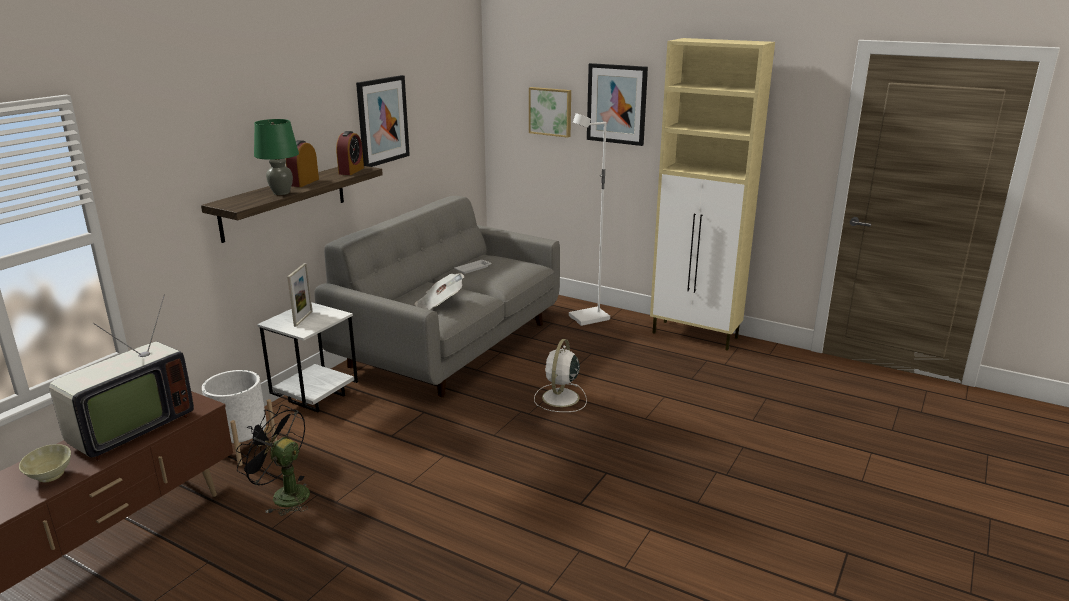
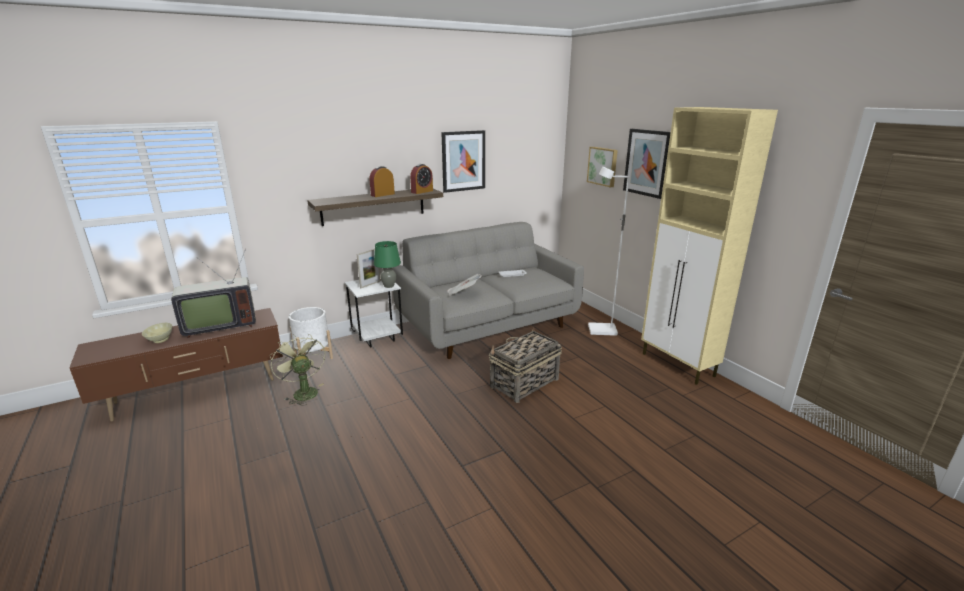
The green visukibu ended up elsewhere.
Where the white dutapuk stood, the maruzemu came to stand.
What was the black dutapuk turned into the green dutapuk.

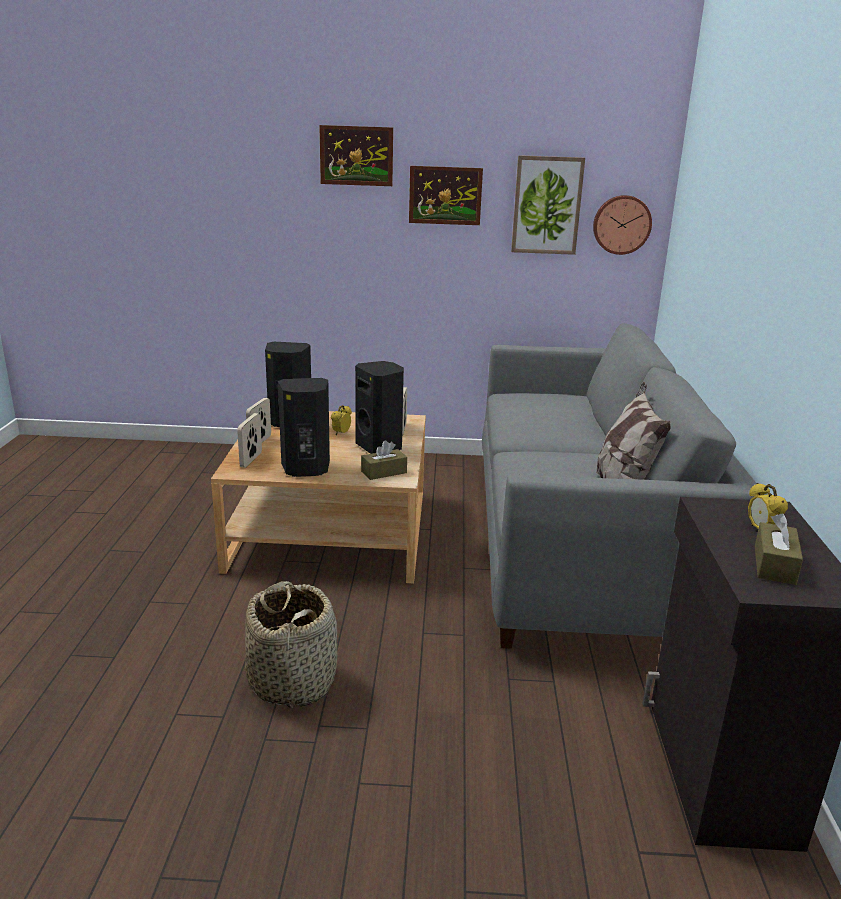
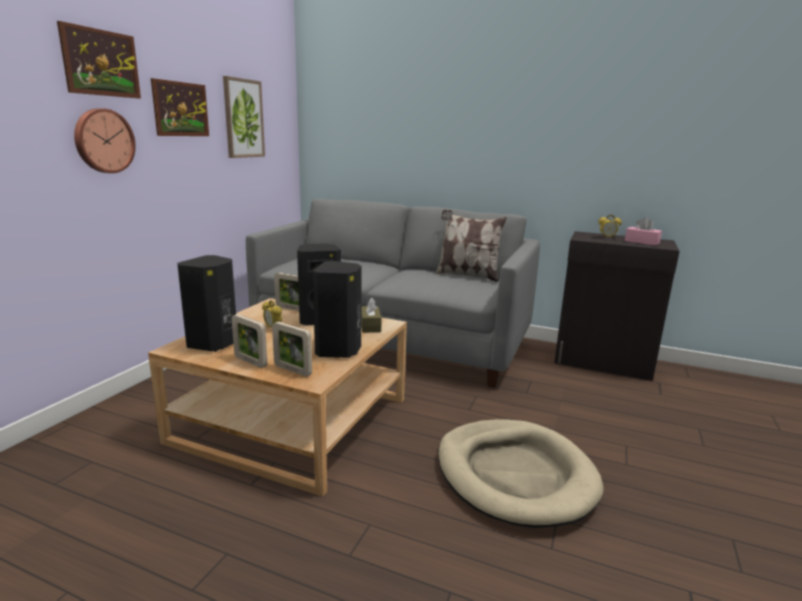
The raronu ended up elsewhere.
What was the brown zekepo (2nd from left) turned into the pink zekepo.
Where the maruzemu stood, the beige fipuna came to stand.

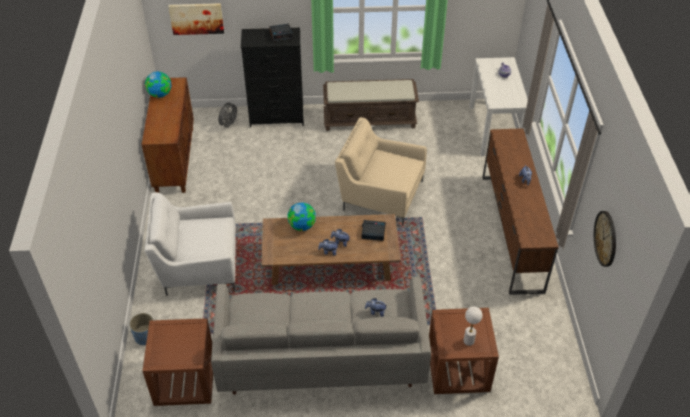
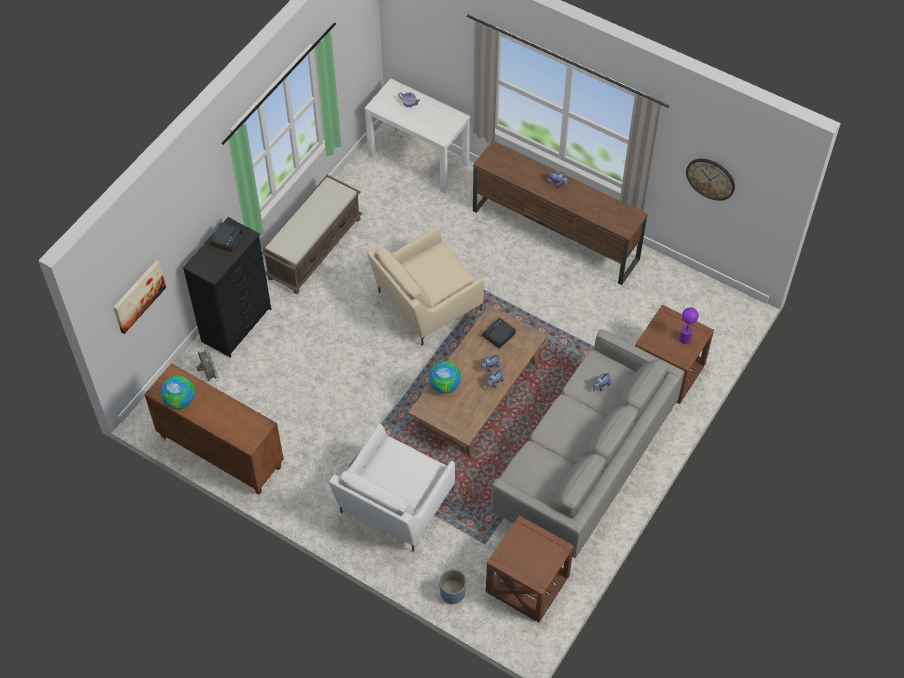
What was the white visukibu turned into the purple visukibu.

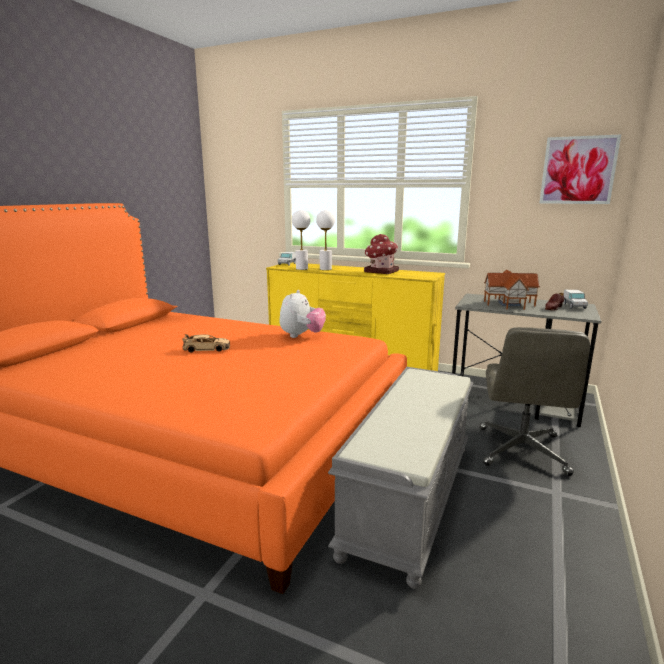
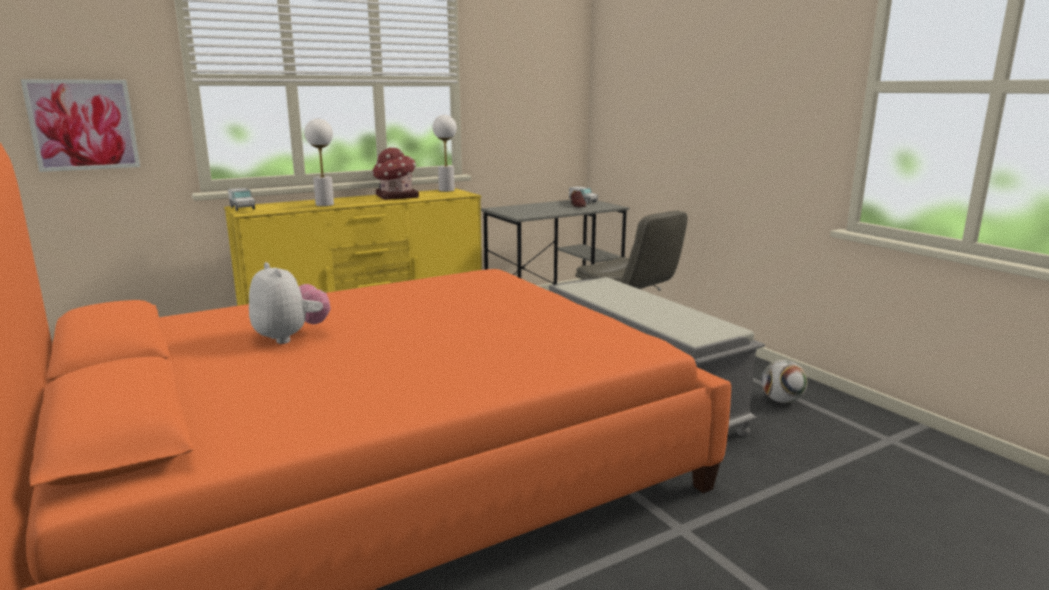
The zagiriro ended up elsewhere.
The white visukibu (1st from left in the first image) ended up elsewhere.
The second view lost the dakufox (2nd from left).
The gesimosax ended up elsewhere.
The second view lost the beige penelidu.
The second view gained the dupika.

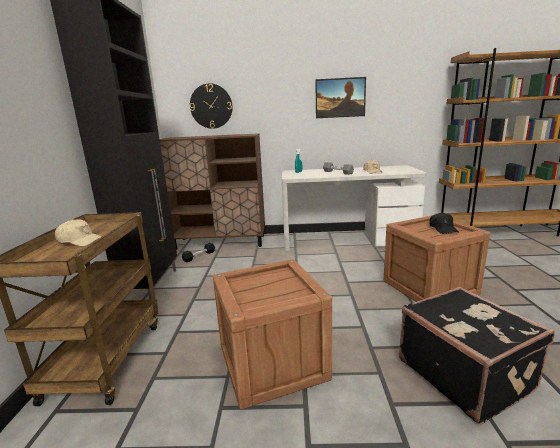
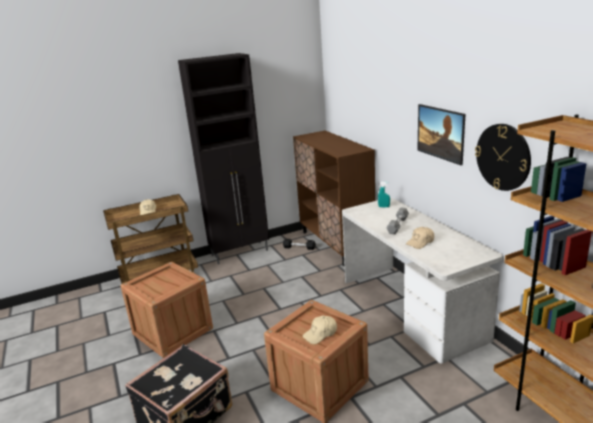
The raronu ended up elsewhere.
What was the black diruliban turned into the beige diruliban (2nd from left).

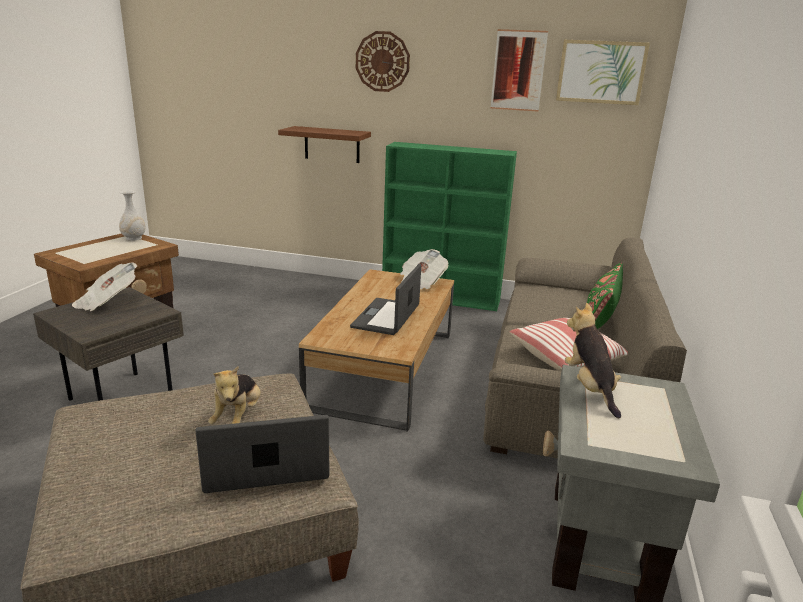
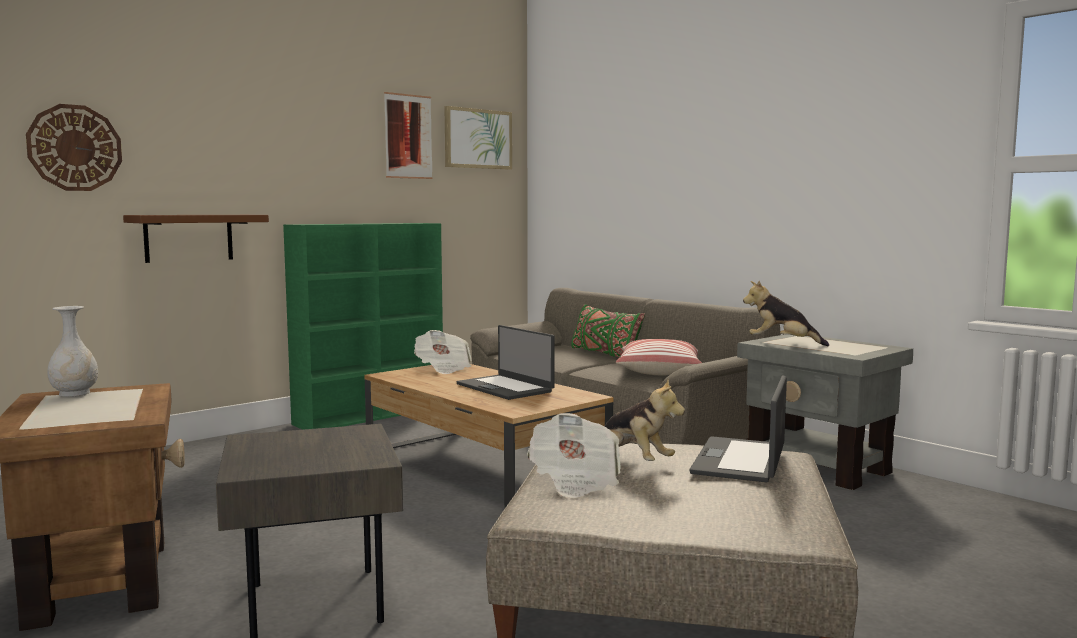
The raronu ended up elsewhere.
The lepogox (1st from left in the first image) ended up elsewhere.

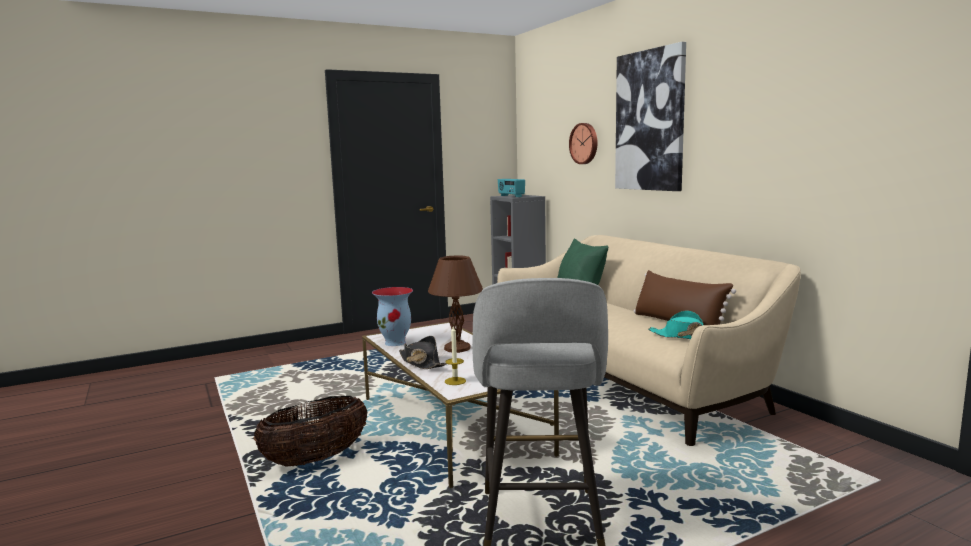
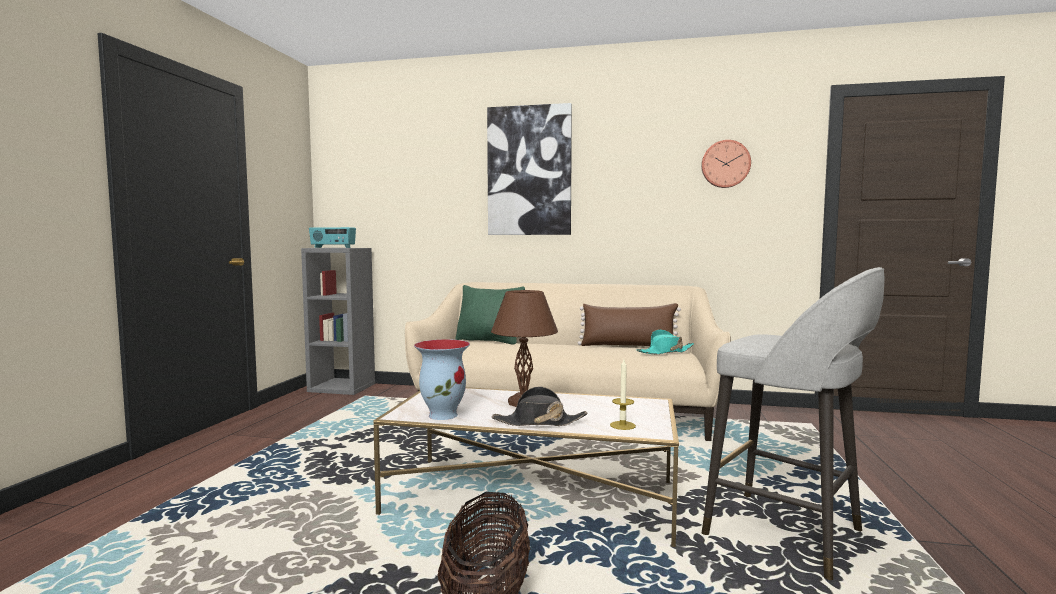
The raronu ended up elsewhere.

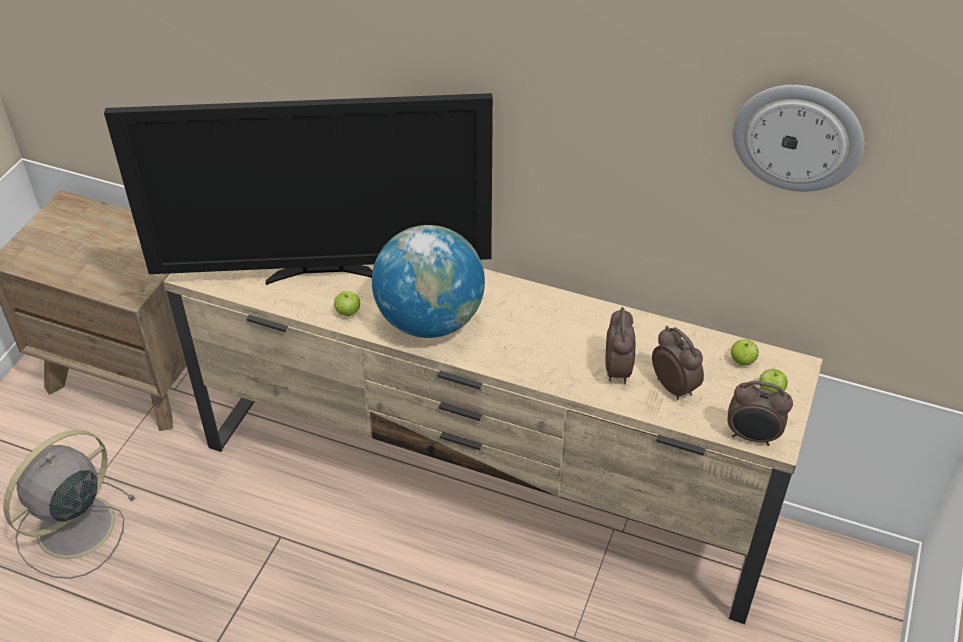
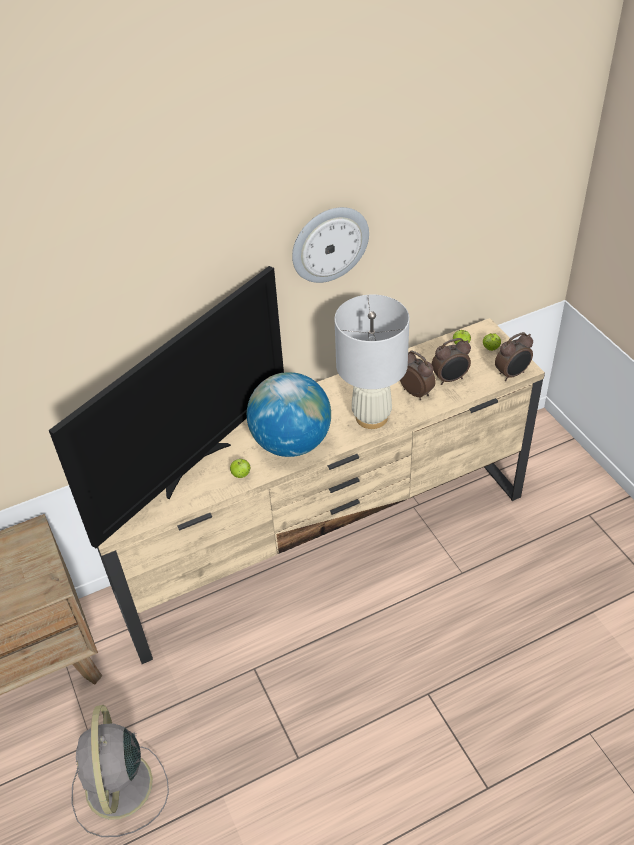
The raronu ended up elsewhere.
The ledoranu (2nd from left) ended up facing another way, 150 degrees clockwise from before.
The second view gained the white visukibu.

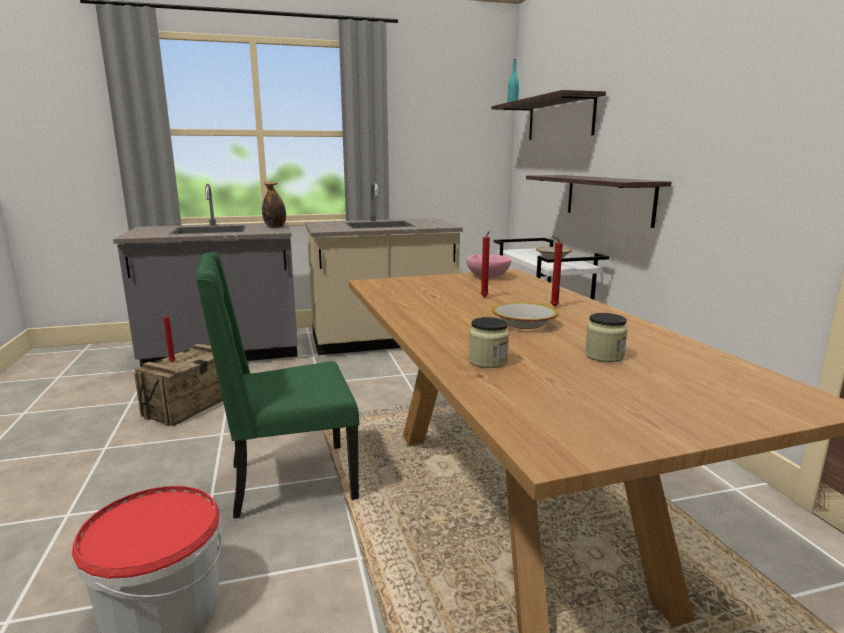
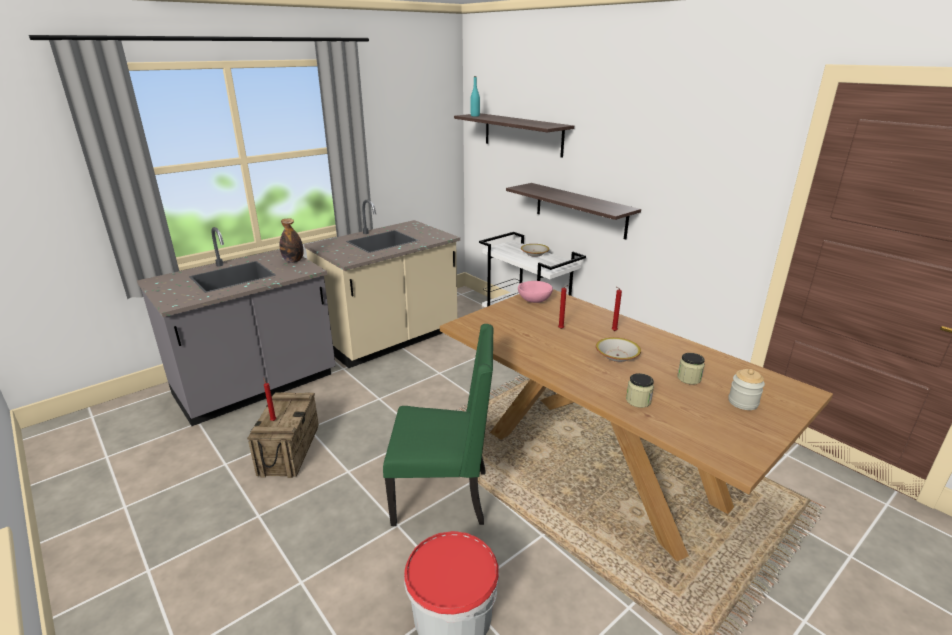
The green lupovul ended up facing another way, 135 degrees counterclockwise from before.
The second view gained the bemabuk (3rd from left).

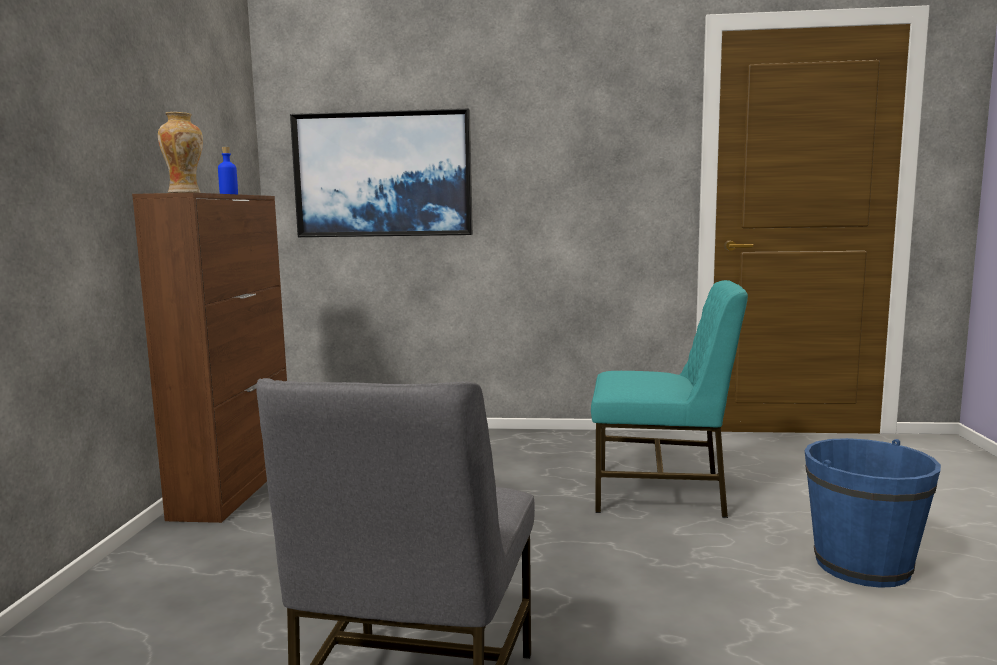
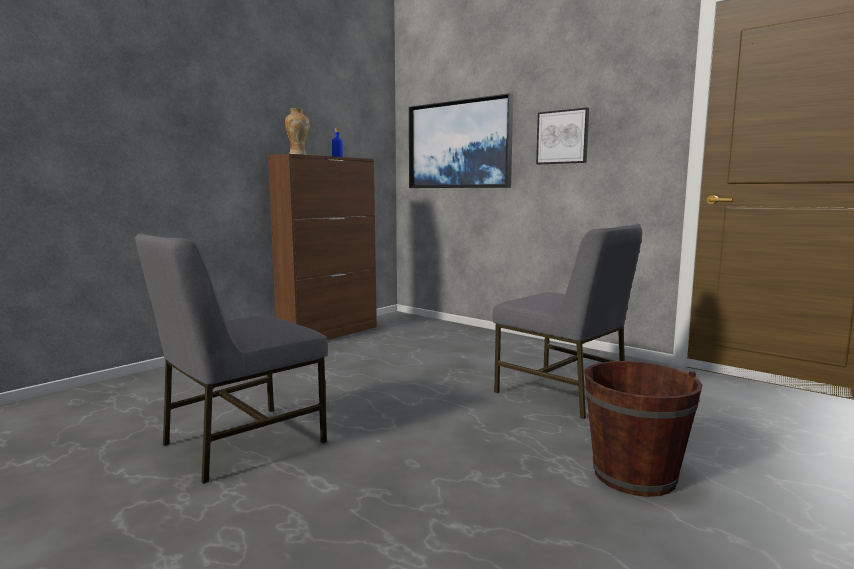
What was the turquoise lupovul turned into the grey lupovul (2nd from left).
What was the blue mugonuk turned into the brown mugonuk.
The second view gained the zagiriro (2nd from left).

